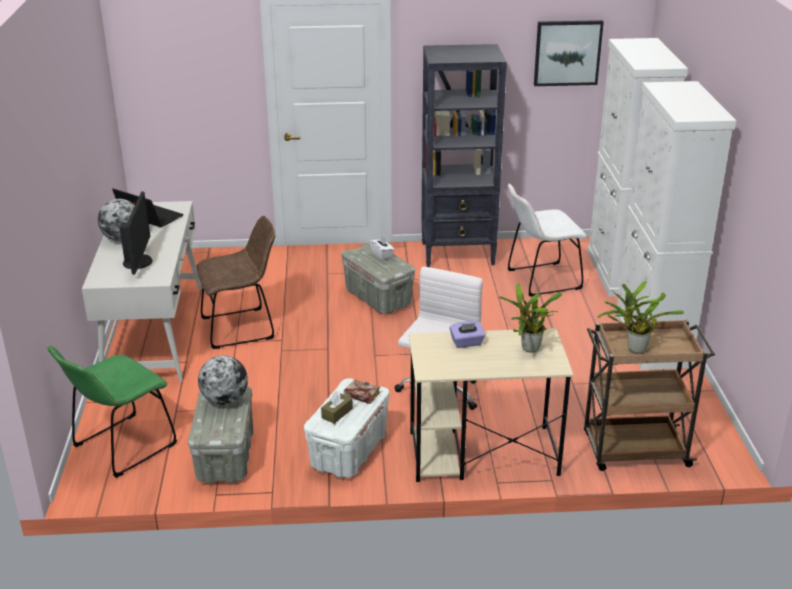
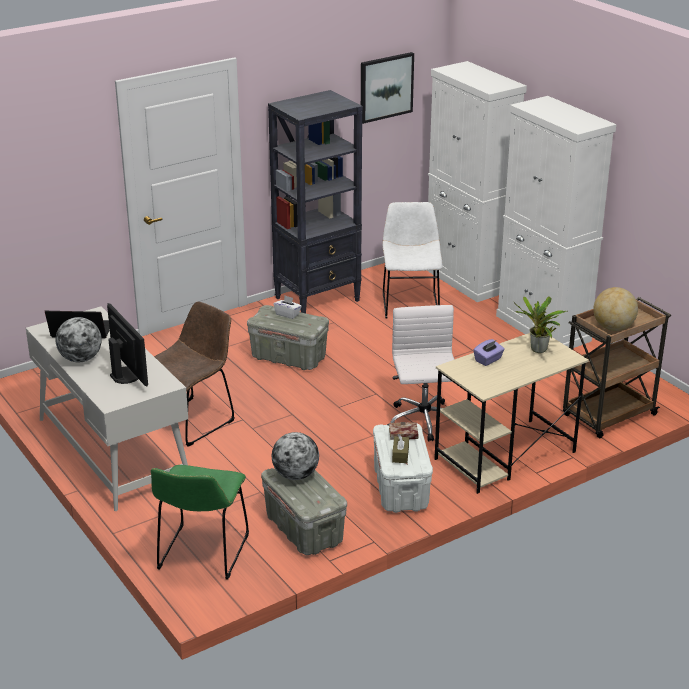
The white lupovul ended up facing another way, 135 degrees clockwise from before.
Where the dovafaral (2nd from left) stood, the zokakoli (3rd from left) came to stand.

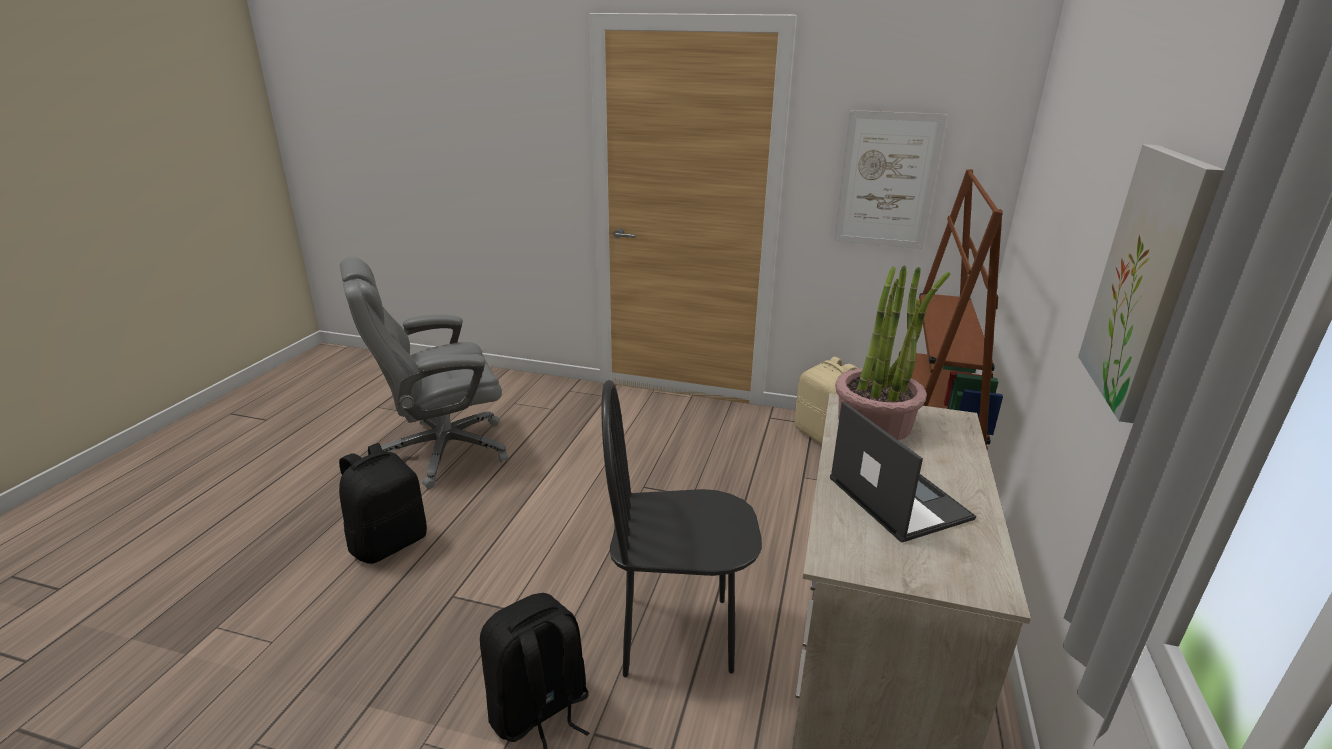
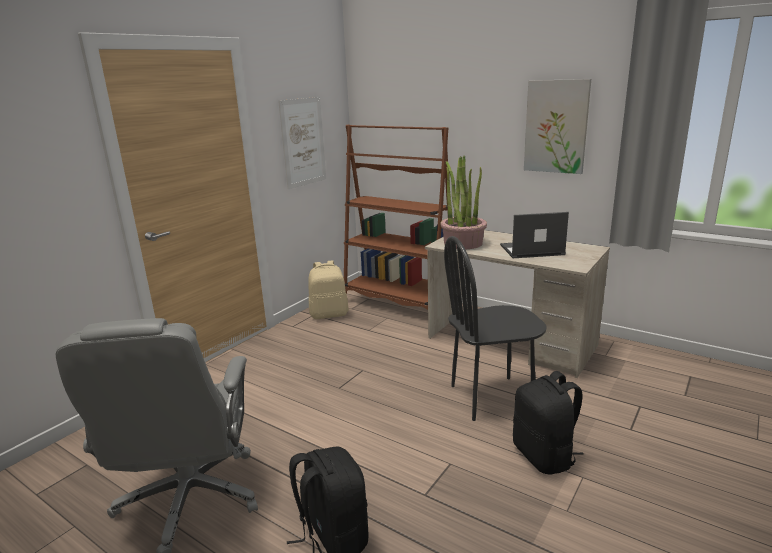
The black lupovul ended up facing another way, 60 degrees clockwise from before.

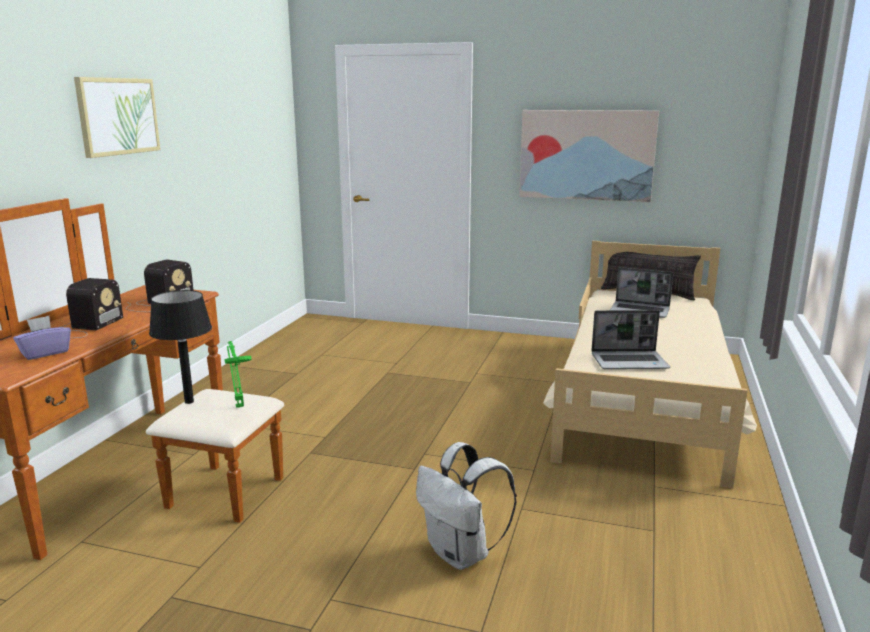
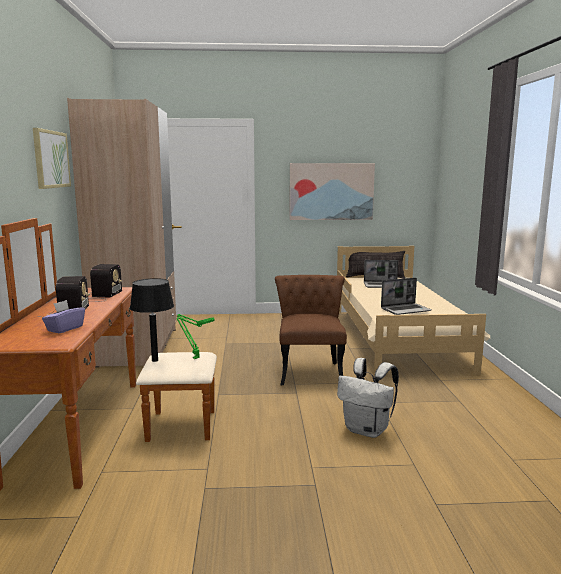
The second view gained the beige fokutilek.
The second view gained the brown lupovul.

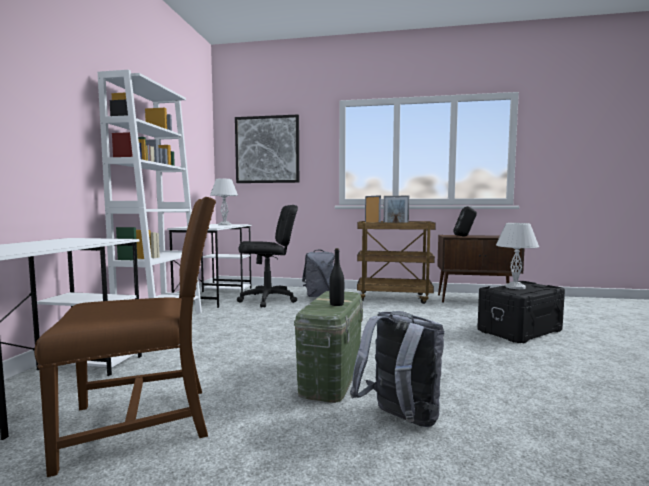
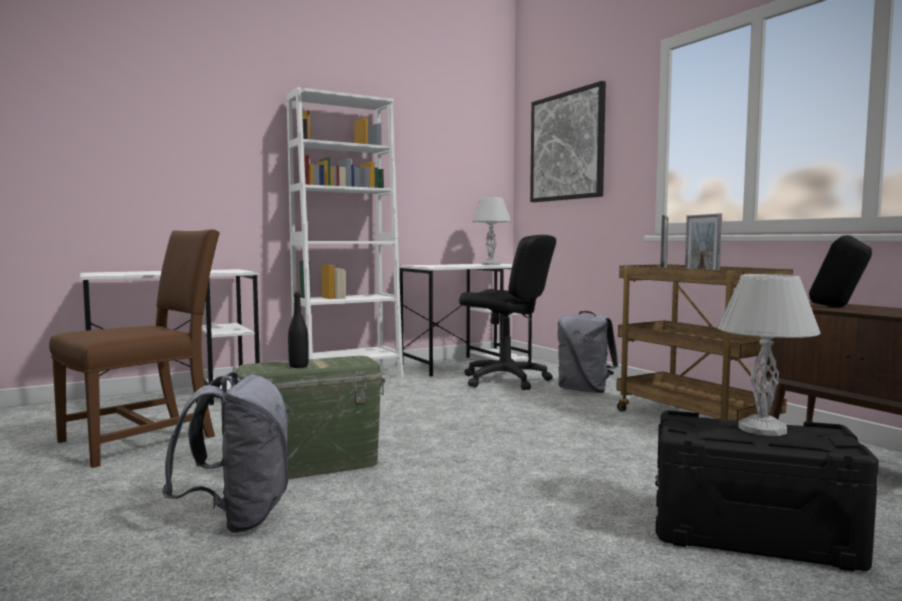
The brown lupovul ended up facing another way, 75 degrees counterclockwise from before.

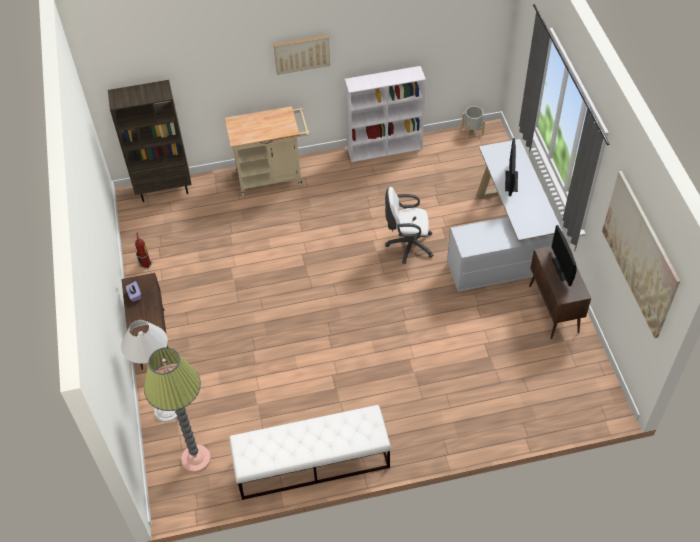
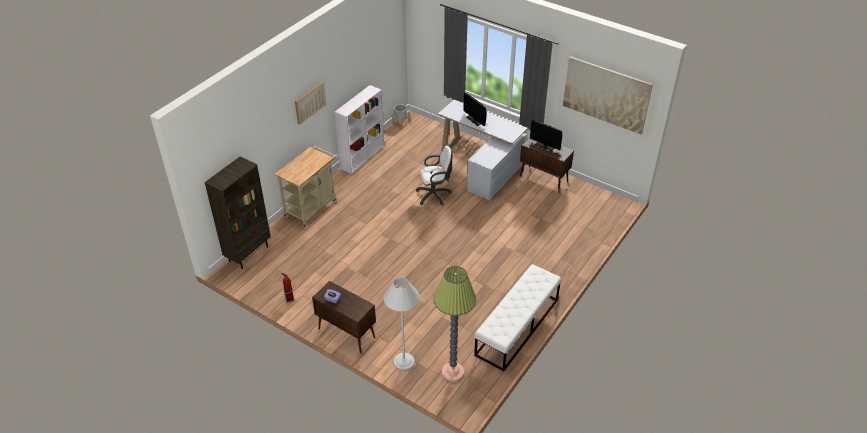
The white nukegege ended up facing another way, 150 degrees counterclockwise from before.

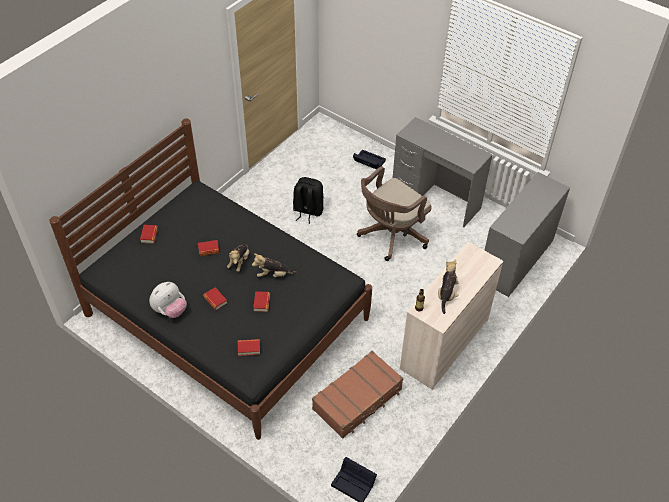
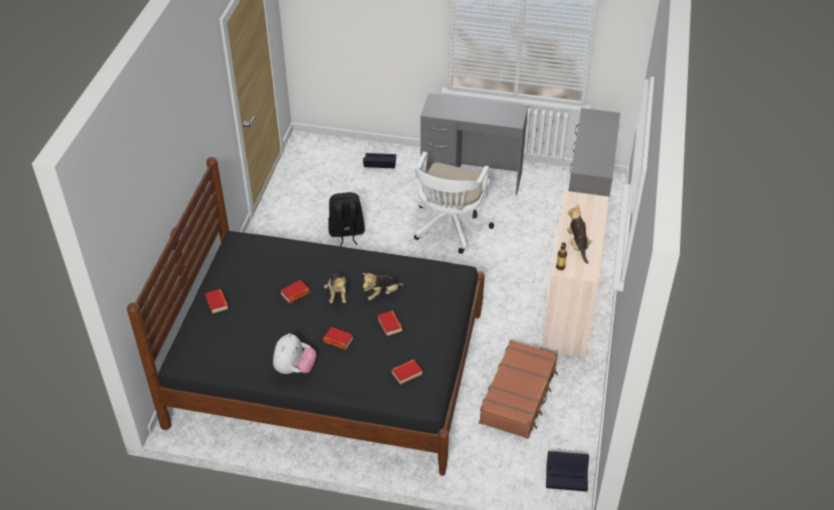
What was the brown nukegege turned into the white nukegege.

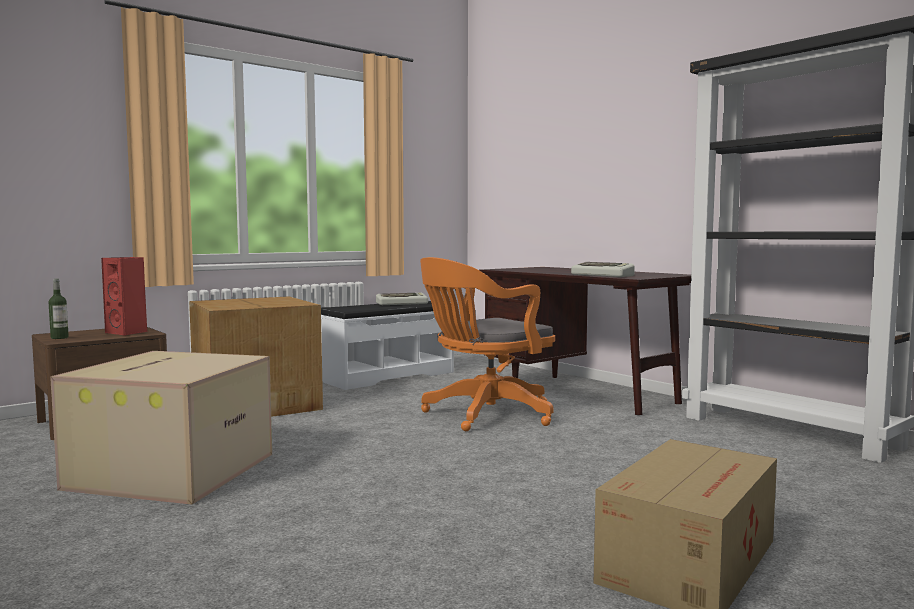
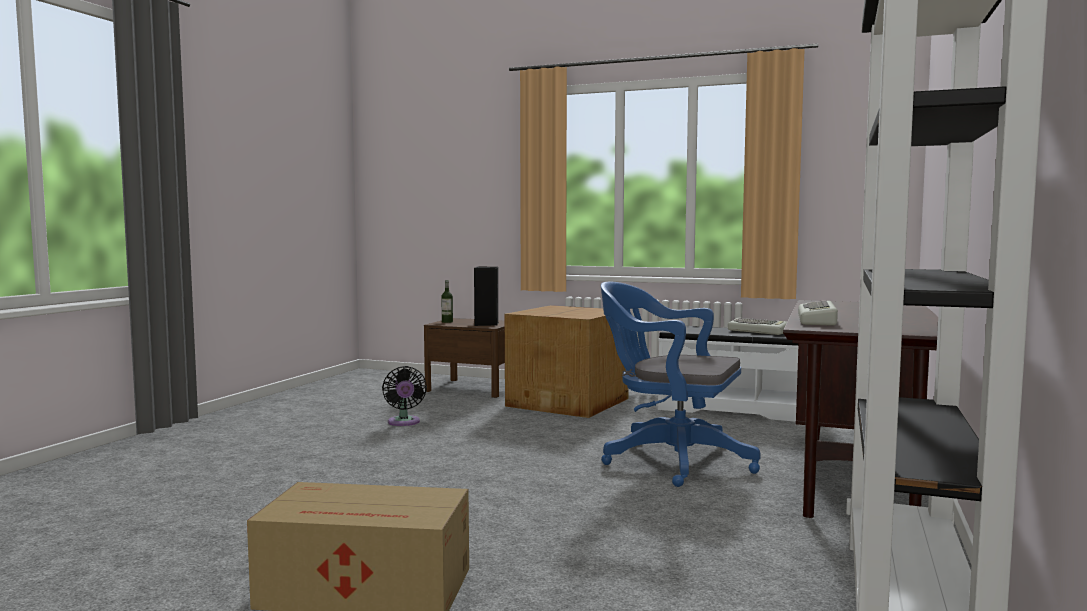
What was the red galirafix turned into the black galirafix.
What was the orange nukegege turned into the blue nukegege.
Where the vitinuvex (1st from left) stood, the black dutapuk came to stand.

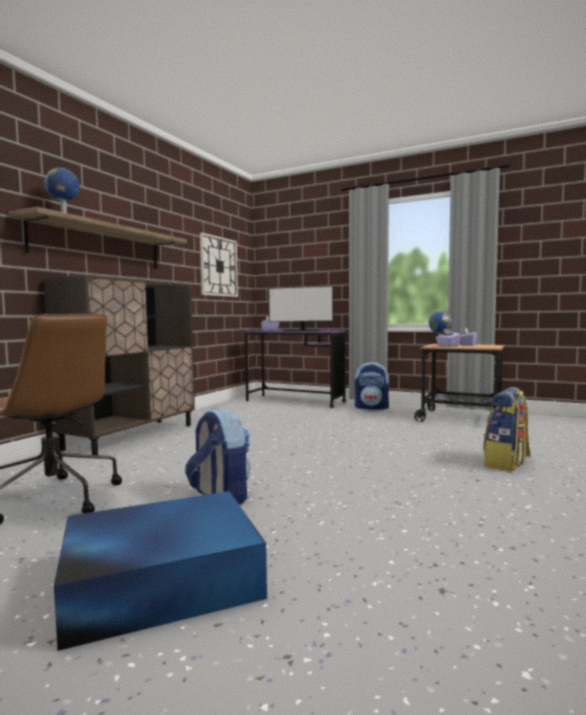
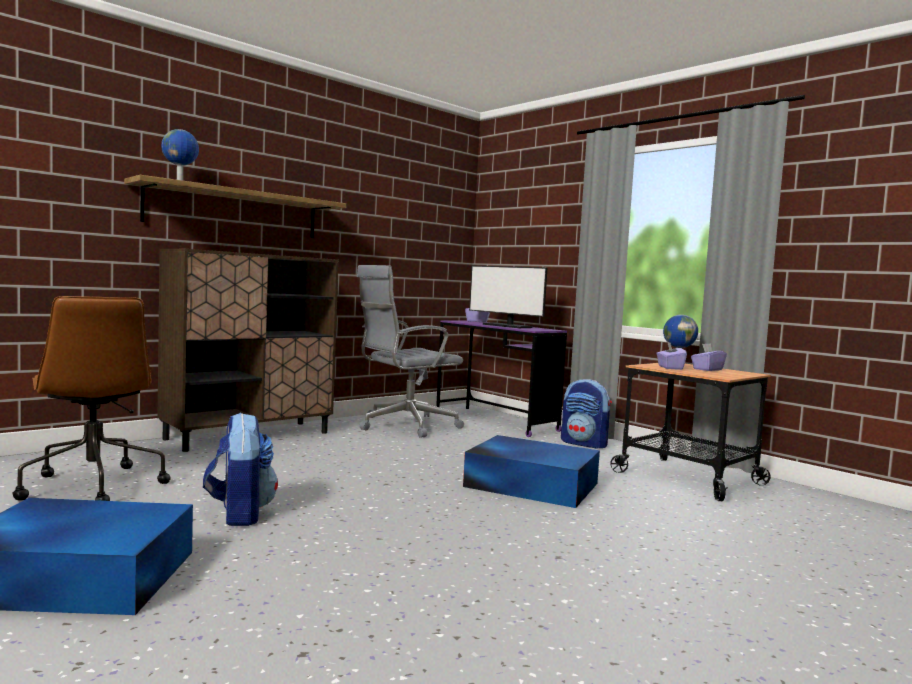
The second view lost the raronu.
The second view lost the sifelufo (3rd from left).
The second view gained the grey nukegege.
The second view gained the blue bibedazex (2nd from left).

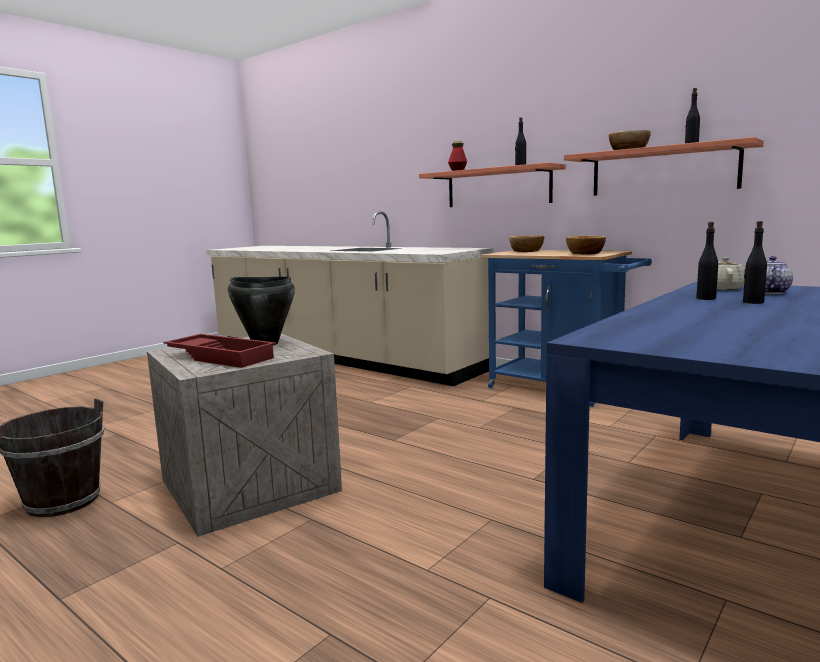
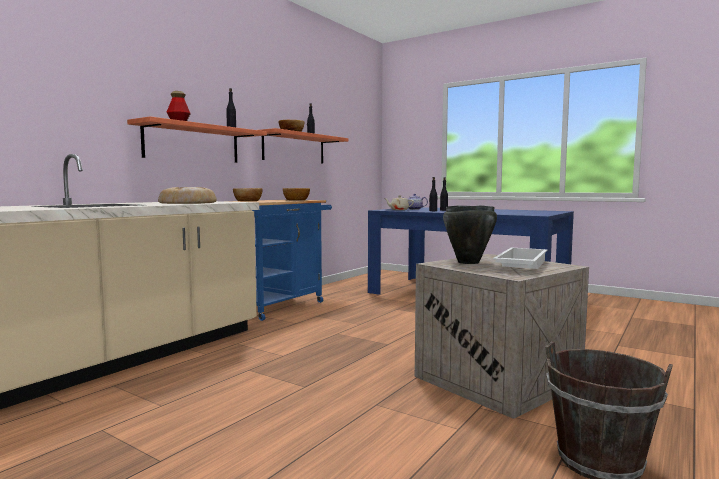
What was the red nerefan turned into the white nerefan.
The second view gained the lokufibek.

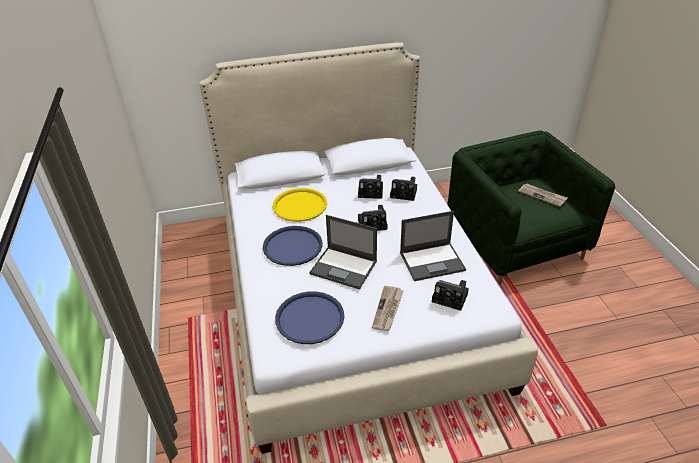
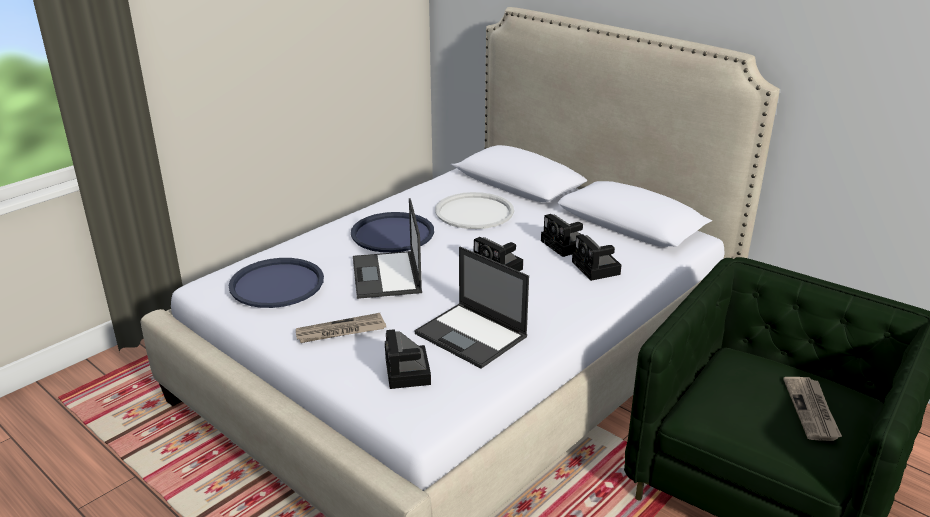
What was the yellow nerefan turned into the white nerefan.

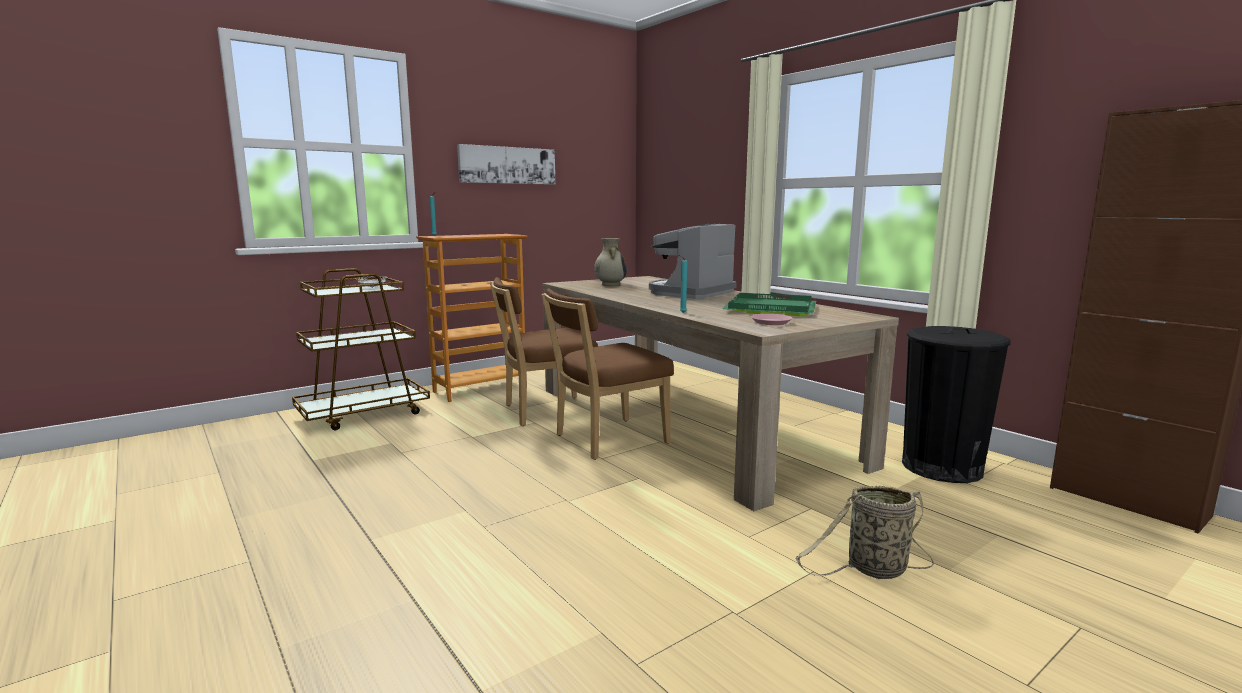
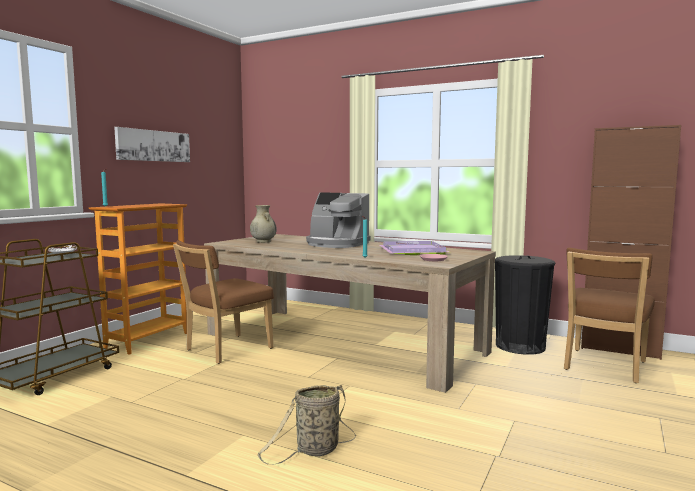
The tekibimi ended up facing another way, 75 degrees counterclockwise from before.
The brown lupovul (2nd from left) ended up elsewhere.
What was the green nerefan turned into the purple nerefan.
The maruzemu ended up elsewhere.

